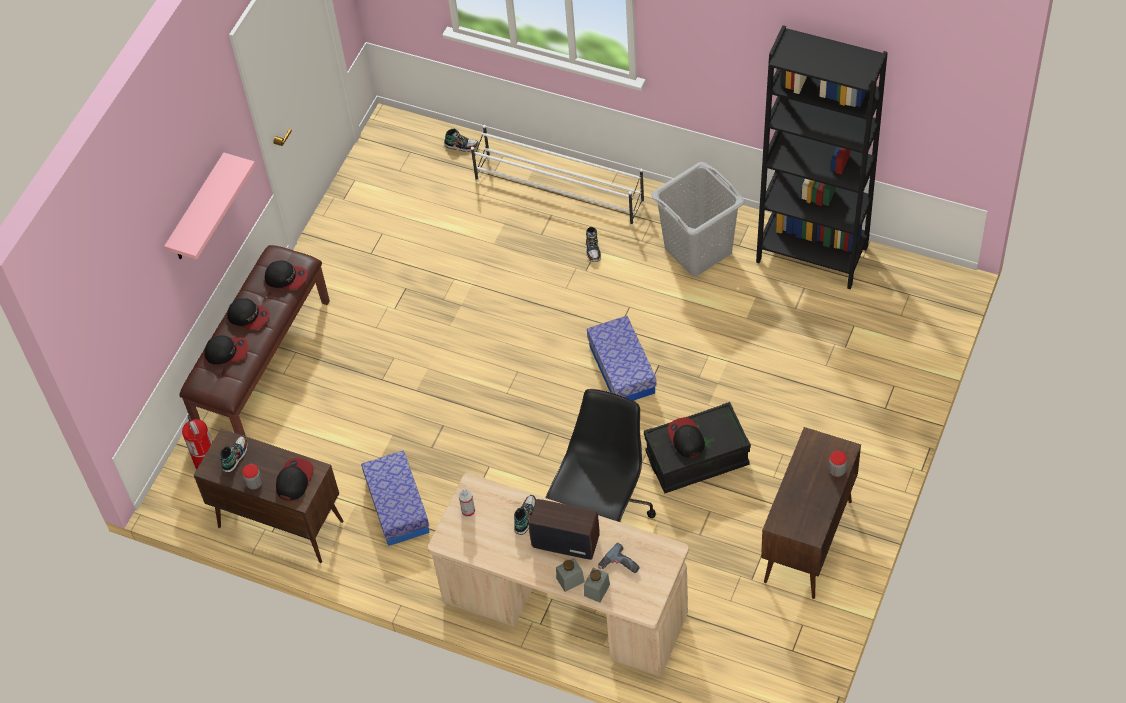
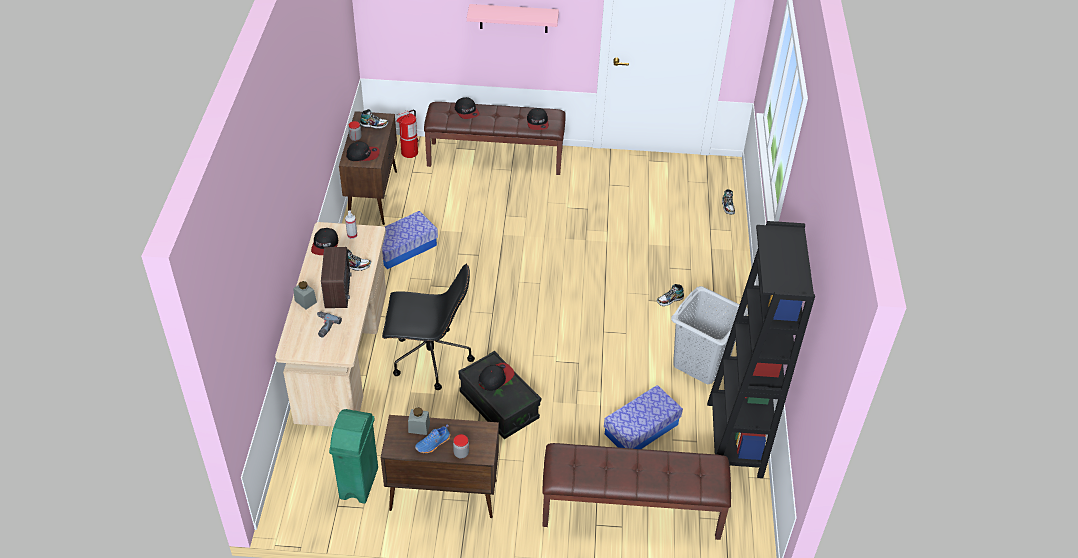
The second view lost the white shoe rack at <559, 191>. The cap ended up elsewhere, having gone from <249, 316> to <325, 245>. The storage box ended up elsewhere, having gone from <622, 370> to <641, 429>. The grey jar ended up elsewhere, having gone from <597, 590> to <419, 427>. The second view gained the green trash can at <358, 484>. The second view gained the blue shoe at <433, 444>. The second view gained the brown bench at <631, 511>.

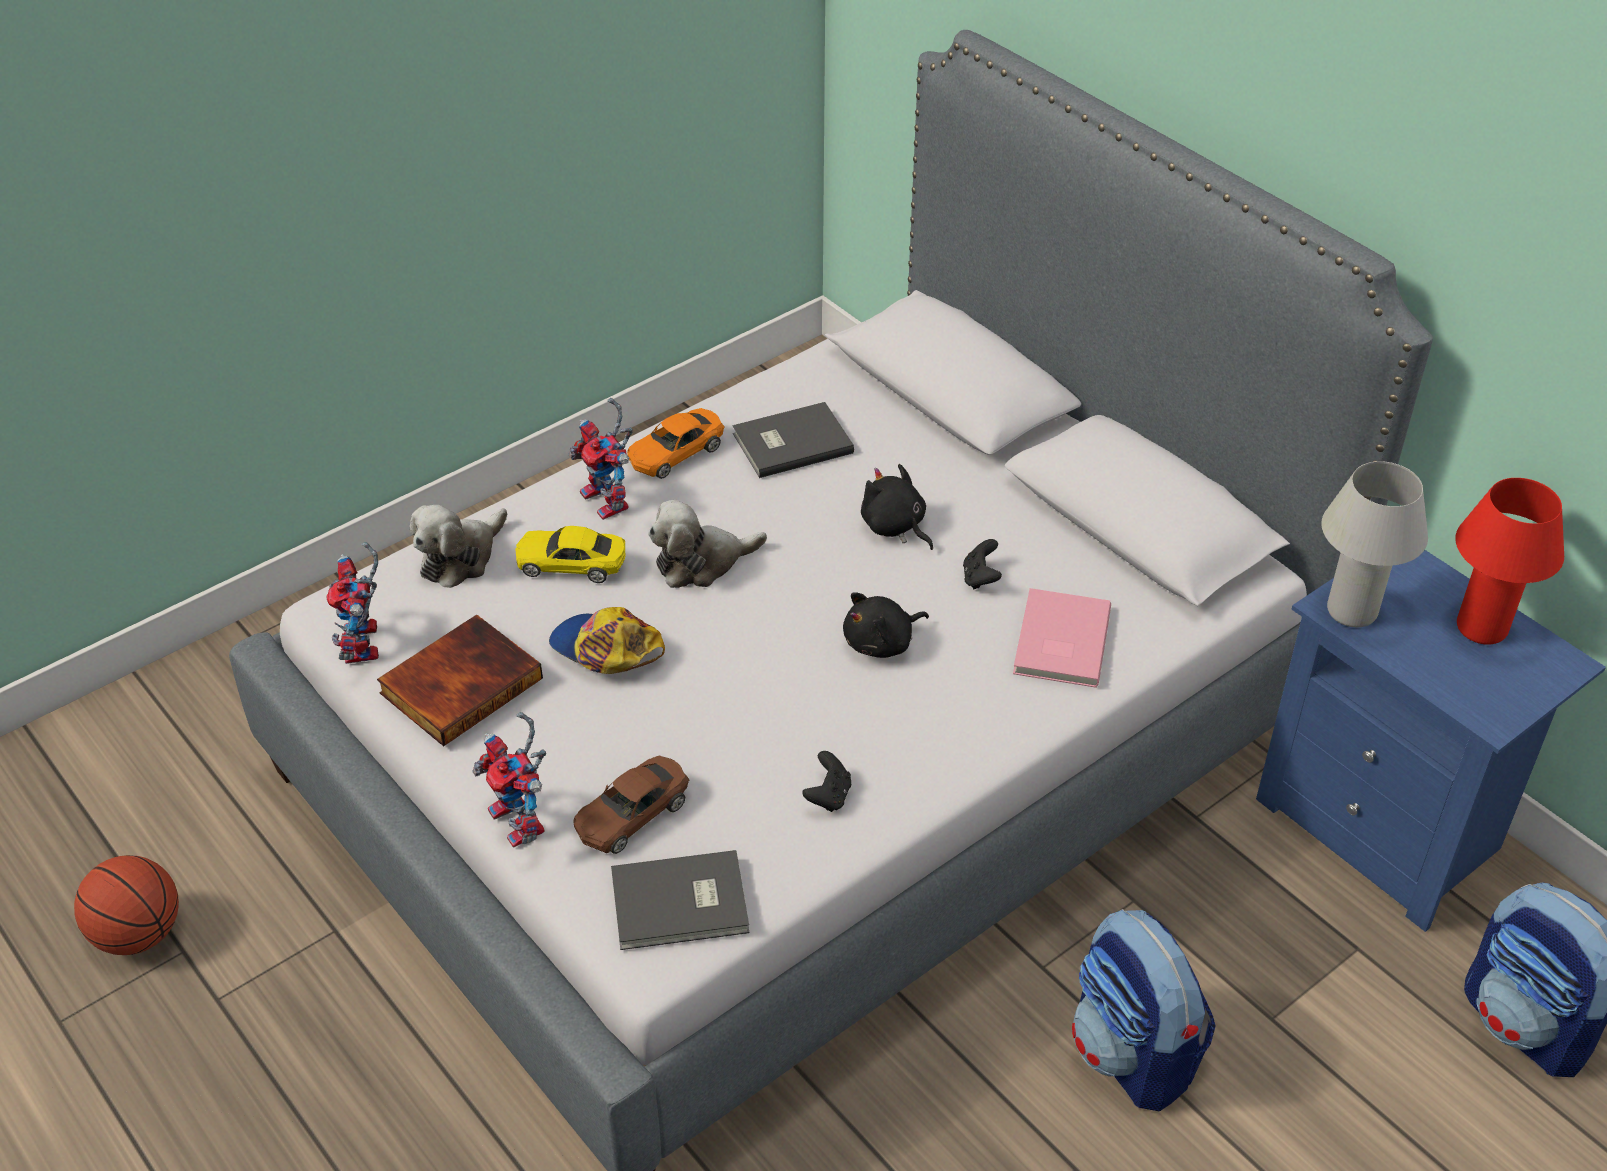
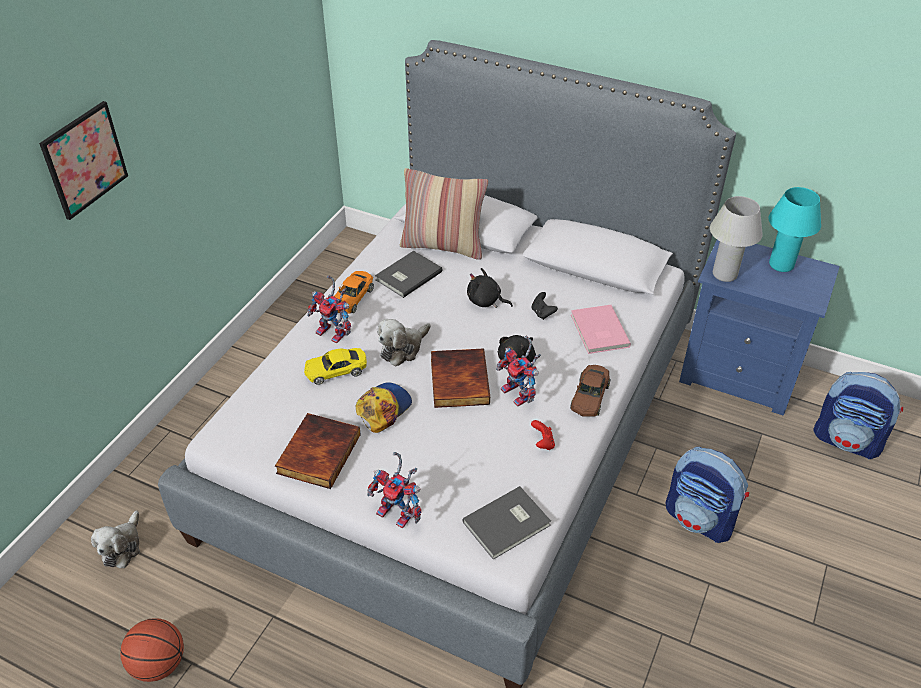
What was the red table lamp at <1481, 628> turned into the turquoise table lamp at <781, 265>. The plush toy ended up elsewhere, having gone from <460, 558> to <122, 546>. The toy robot ended up elsewhere, having gone from <366, 647> to <520, 395>. The cap at <605, 649> ended up facing another way, 120 degrees clockwise from before. What was the black game controller at <828, 796> turned into the red game controller at <542, 443>. The brown toy car ended up elsewhere, having gone from <632, 814> to <590, 396>. The second view gained the picture at <84, 160>. The second view gained the pillow at <443, 246>. The second view gained the book at <457, 381>.

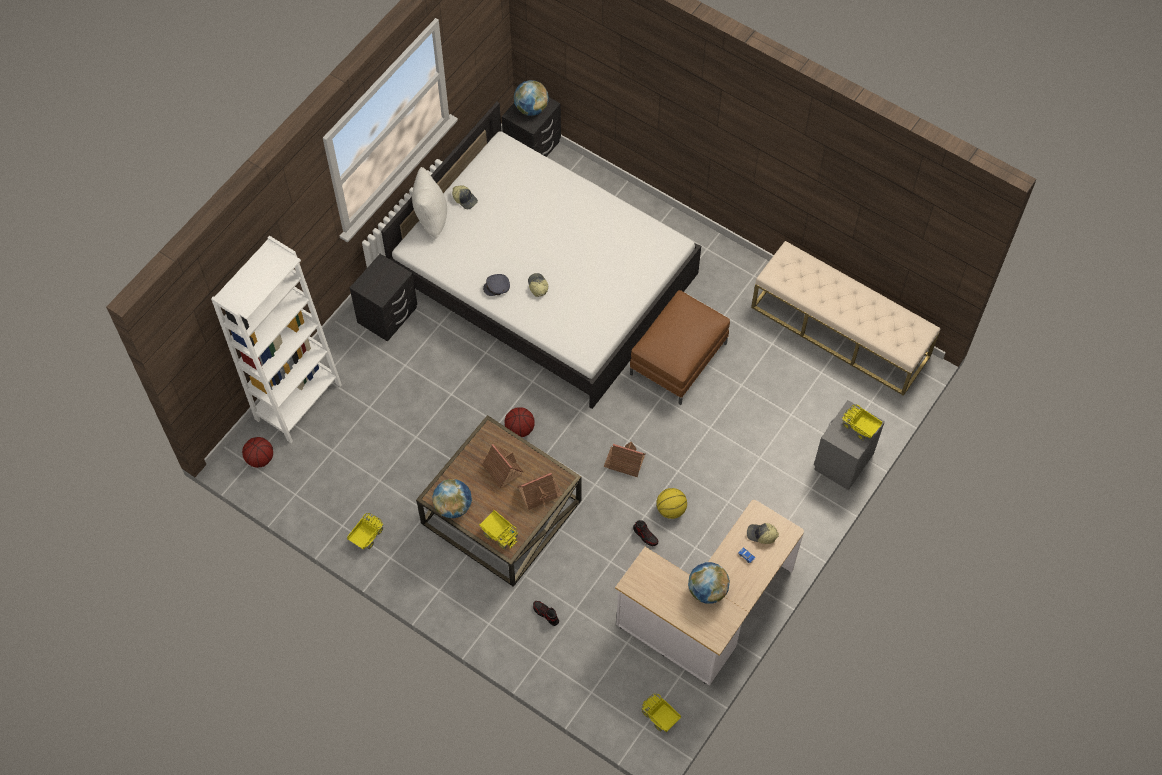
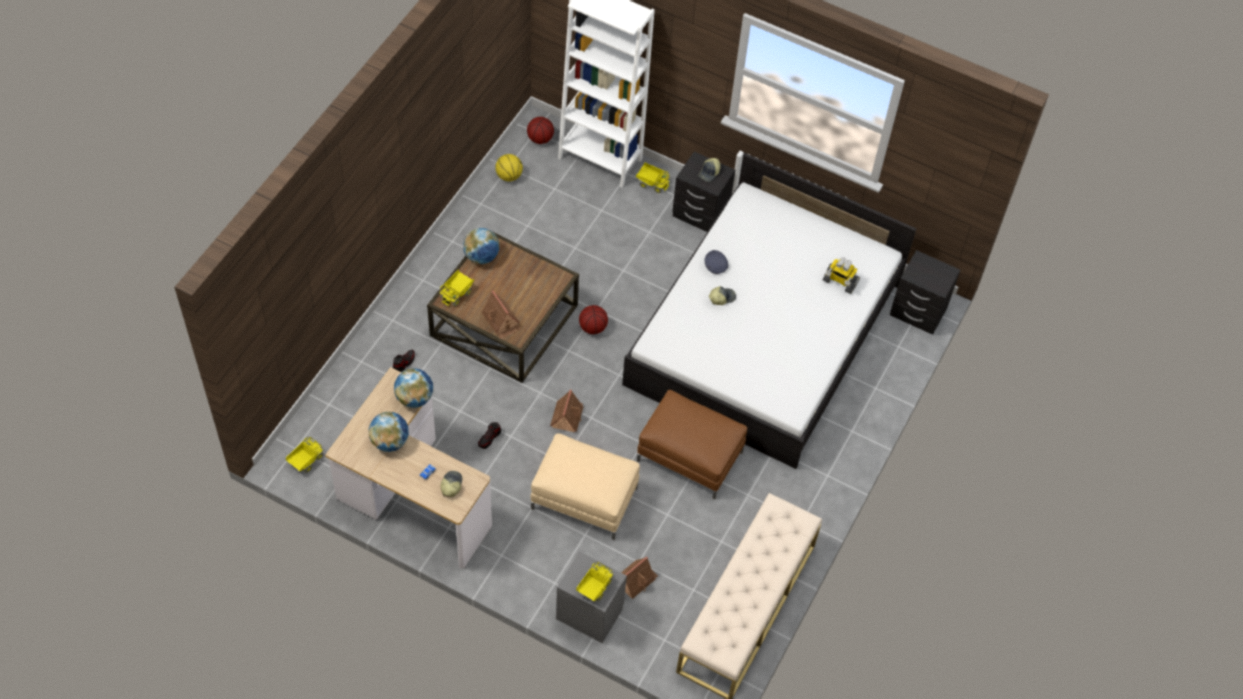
The globe ended up elsewhere, having gone from <531, 108> to <414, 398>. The second view lost the white pillow at <430, 219>. The cap ended up elsewhere, having gone from <465, 199> to <709, 173>. The toy house ended up elsewhere, having gone from <501, 468> to <635, 579>. The basketball ended up elsewhere, having gone from <670, 509> to <509, 176>. The toy truck ended up elsewhere, having gone from <366, 536> to <652, 183>. The second view gained the toy robot at <840, 282>. The second view gained the beige ottoman at <584, 498>.

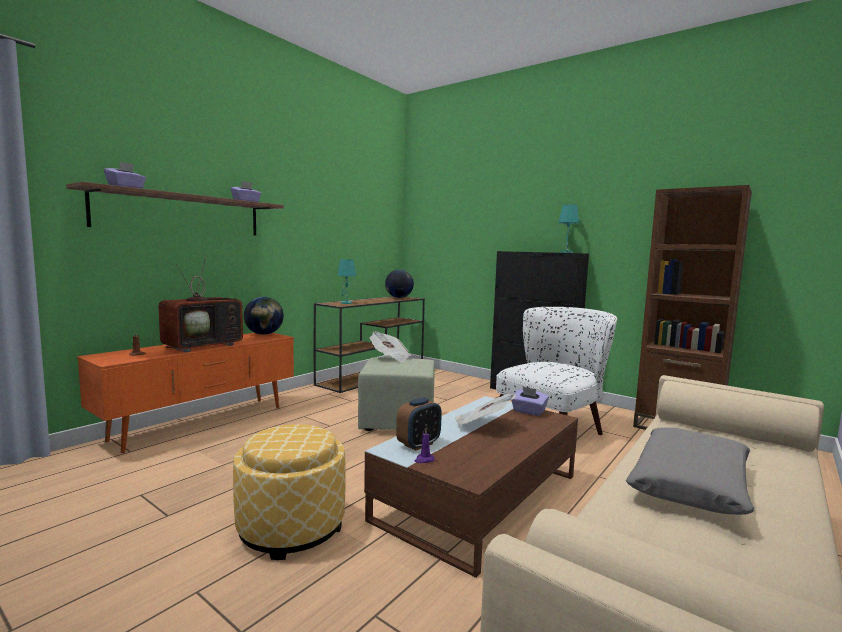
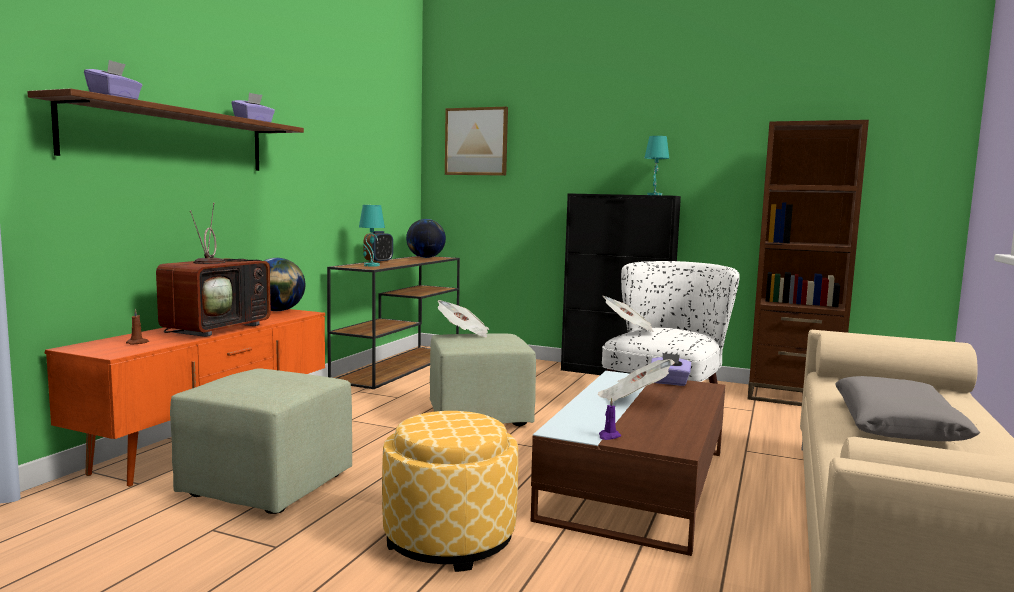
The alarm clock ended up elsewhere, having gone from <418, 444> to <378, 262>. The second view gained the picture at <476, 141>. The second view gained the newspaper at <628, 328>. The second view gained the green ottoman at <269, 486>.

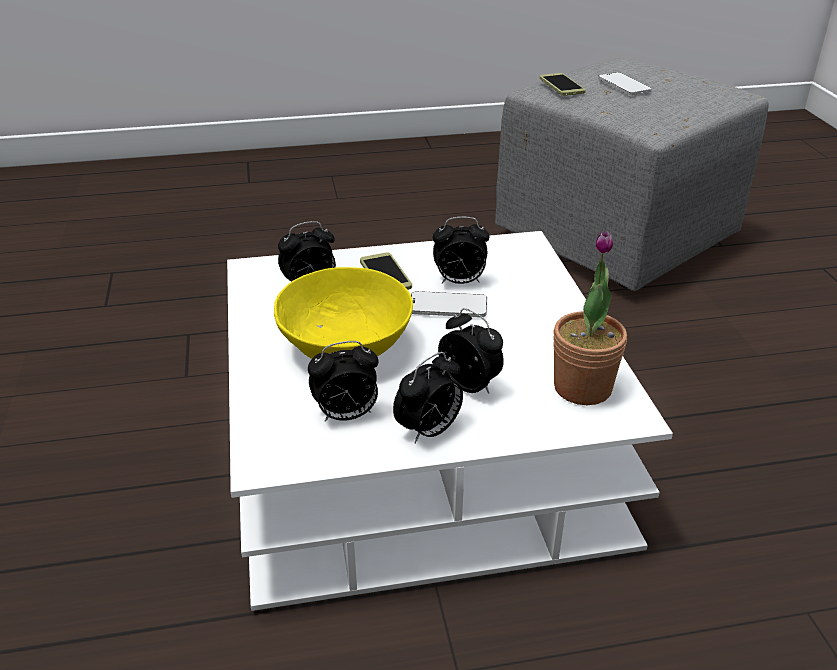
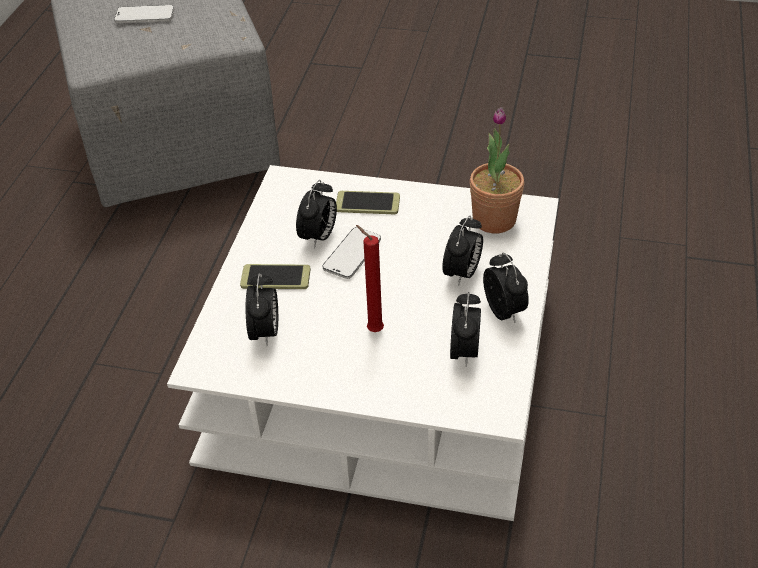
The phone ended up elsewhere, having gone from <561, 85> to <367, 203>. Where the yellow bowl stood at <347, 346>, the red candle came to stand at <373, 329>. The alarm clock at <471, 385> ended up facing another way, 135 degrees clockwise from before.

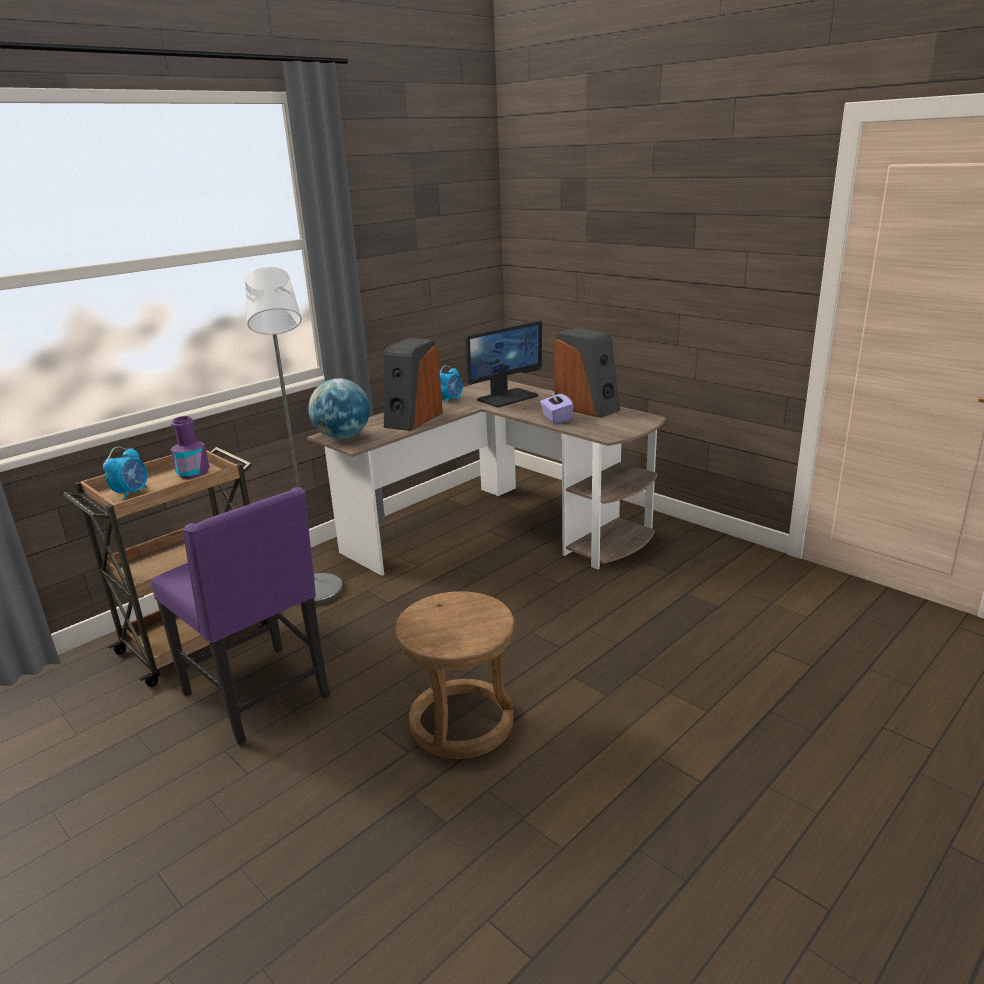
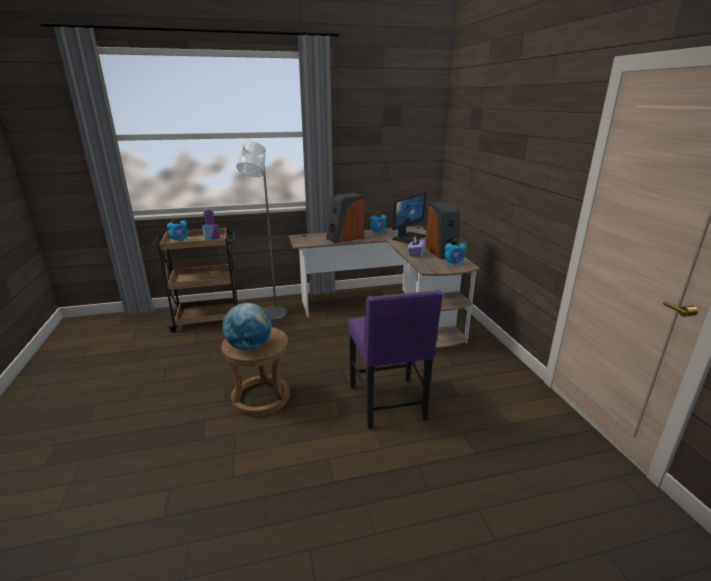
The monitor at <507, 397> ended up facing another way, 45 degrees counterclockwise from before. The globe ended up elsewhere, having gone from <343, 437> to <249, 346>. The purple chair ended up elsewhere, having gone from <260, 695> to <389, 403>. The second view gained the alarm clock at <454, 264>.

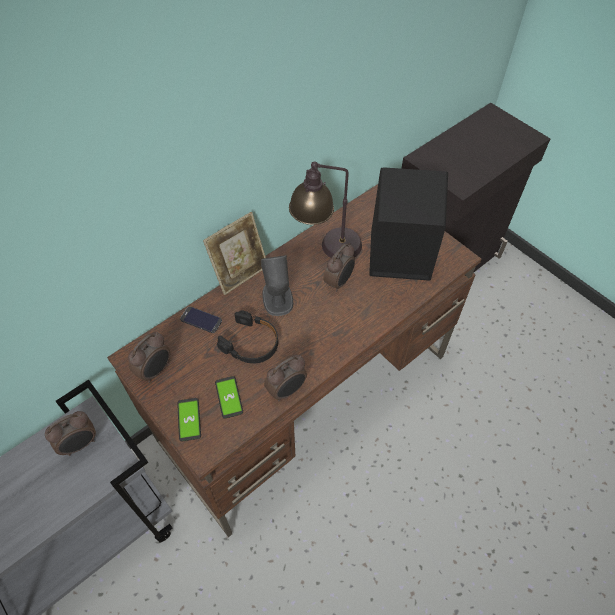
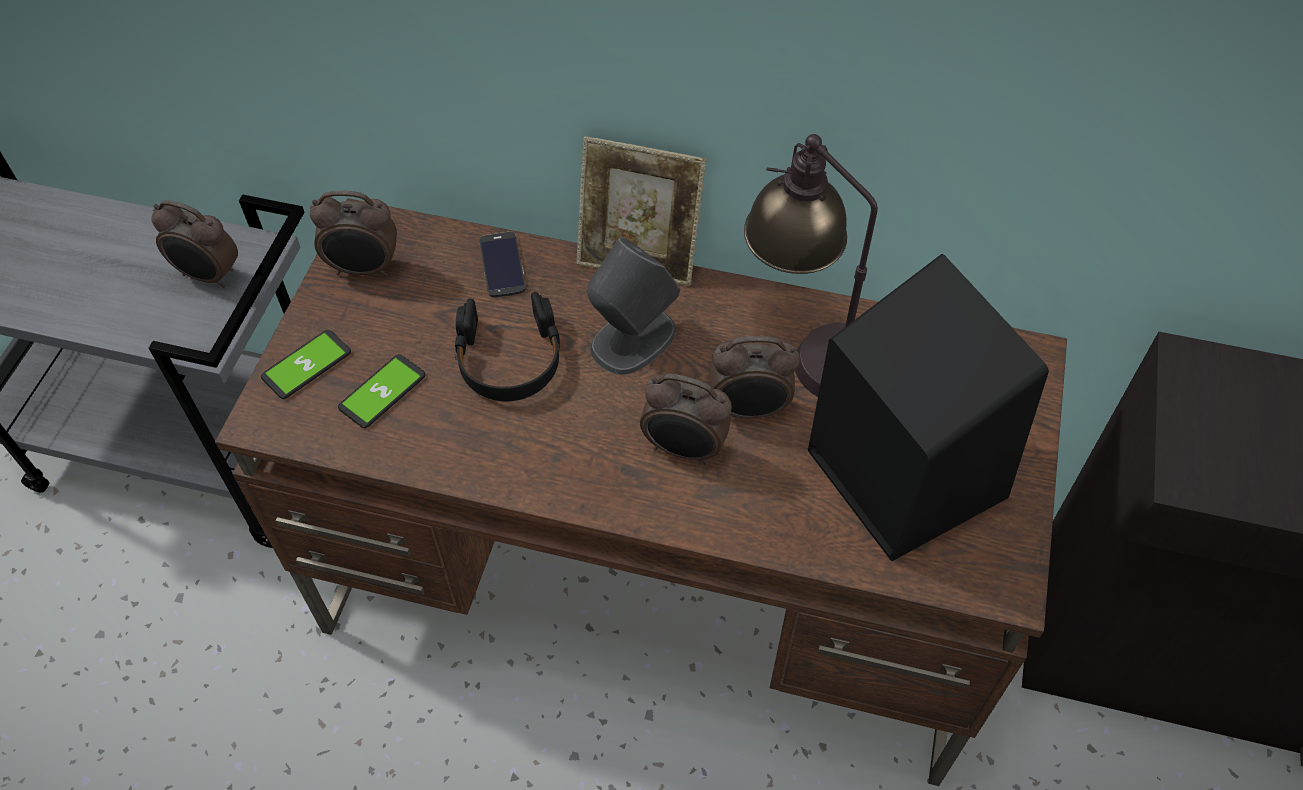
The alarm clock ended up elsewhere, having gone from <287, 390> to <684, 449>.

